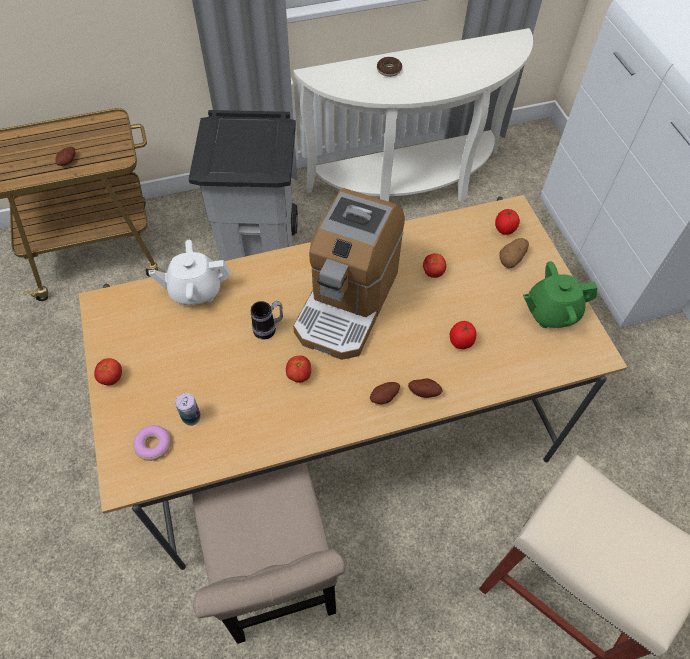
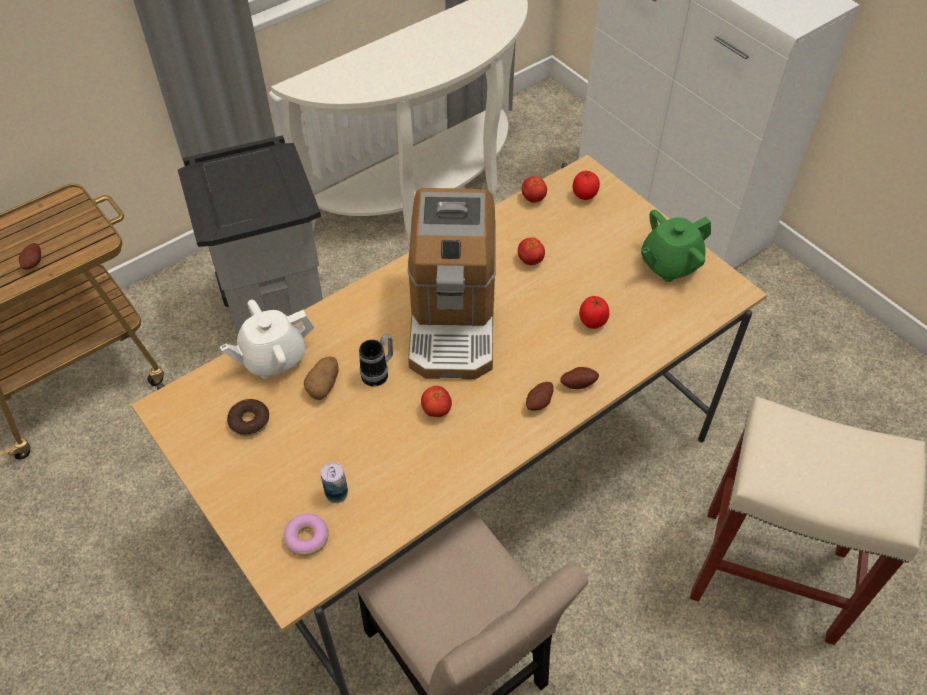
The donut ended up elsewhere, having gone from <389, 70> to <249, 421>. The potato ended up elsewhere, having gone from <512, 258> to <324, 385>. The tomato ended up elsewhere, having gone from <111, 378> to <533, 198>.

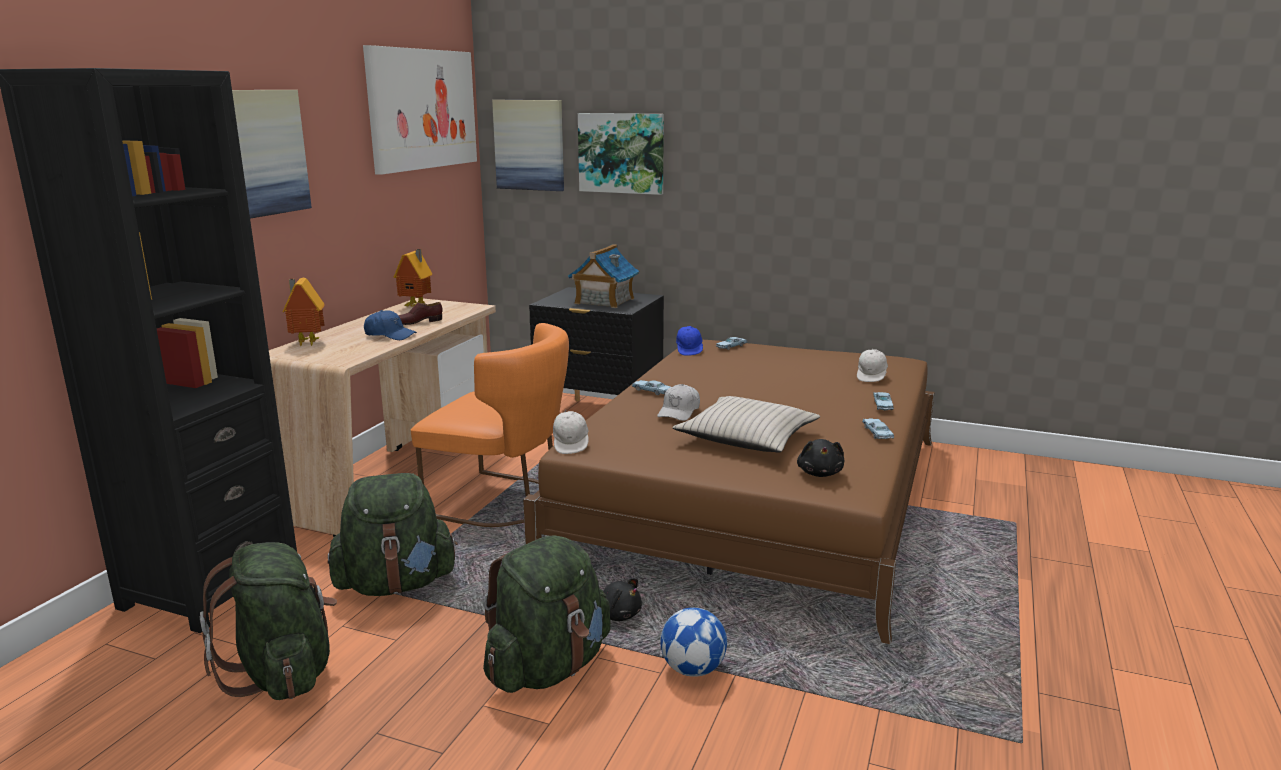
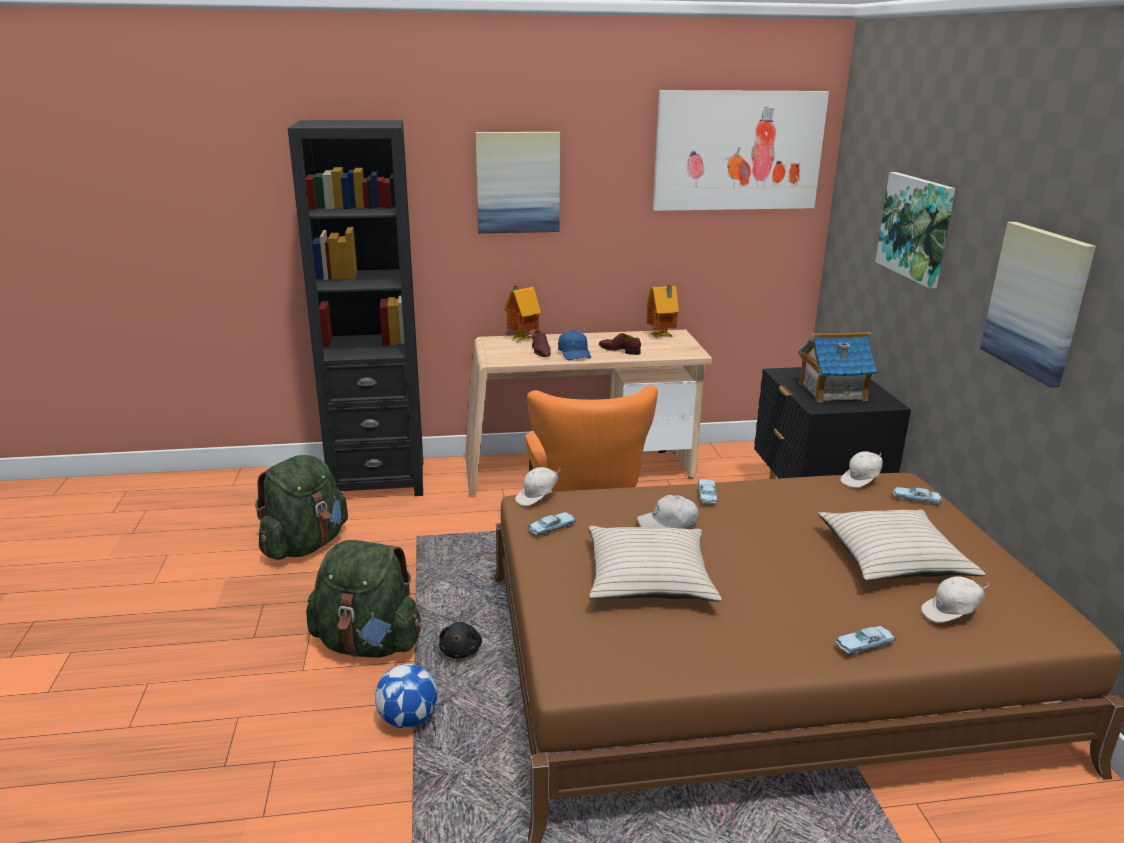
The picture ended up elsewhere, having gone from <529, 145> to <1037, 301>. What was the blue cap at <689, 350> turned into the white cap at <862, 481>. The blue toy car ended up elsewhere, having gone from <877, 433> to <552, 528>. The second view lost the black plush toy at <820, 473>. The second view lost the green backpack at <396, 584>. The second view gained the brown shoe at <540, 351>. The second view gained the beige pillow at <893, 558>.

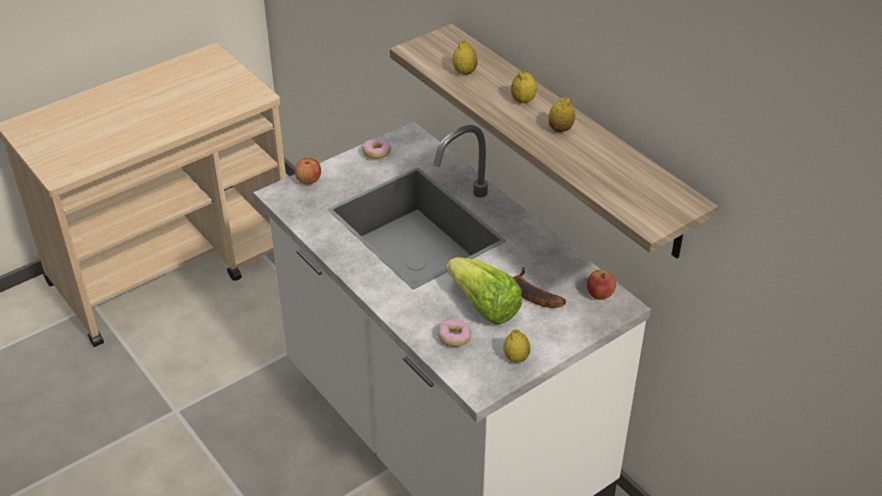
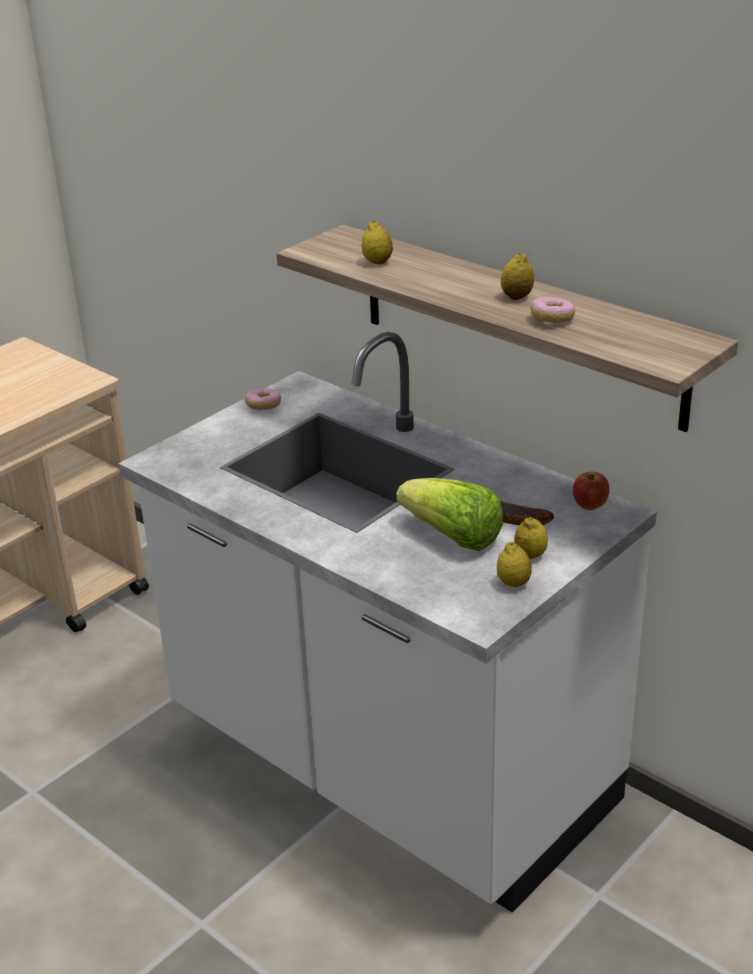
The lemon ended up elsewhere, having gone from <523, 100> to <530, 555>. The second view lost the apple at <308, 181>. The donut ended up elsewhere, having gone from <454, 338> to <552, 319>.

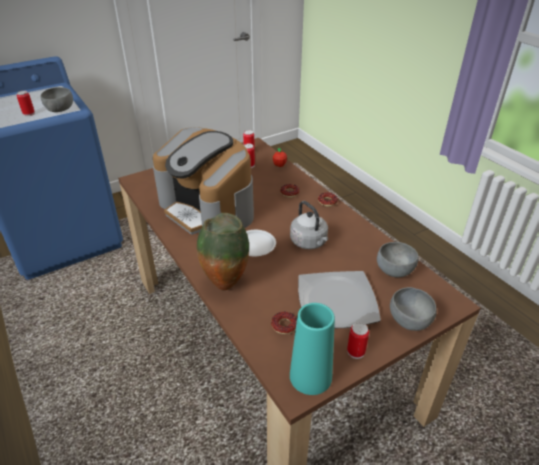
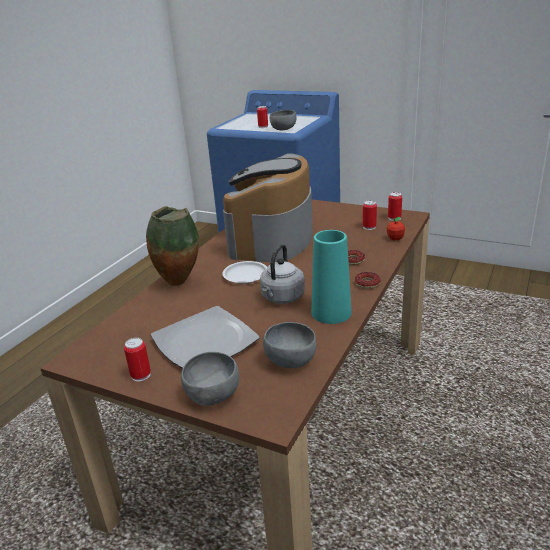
The turquoise vase ended up elsewhere, having gone from <310, 376> to <331, 313>. The second view lost the donut at <284, 325>.

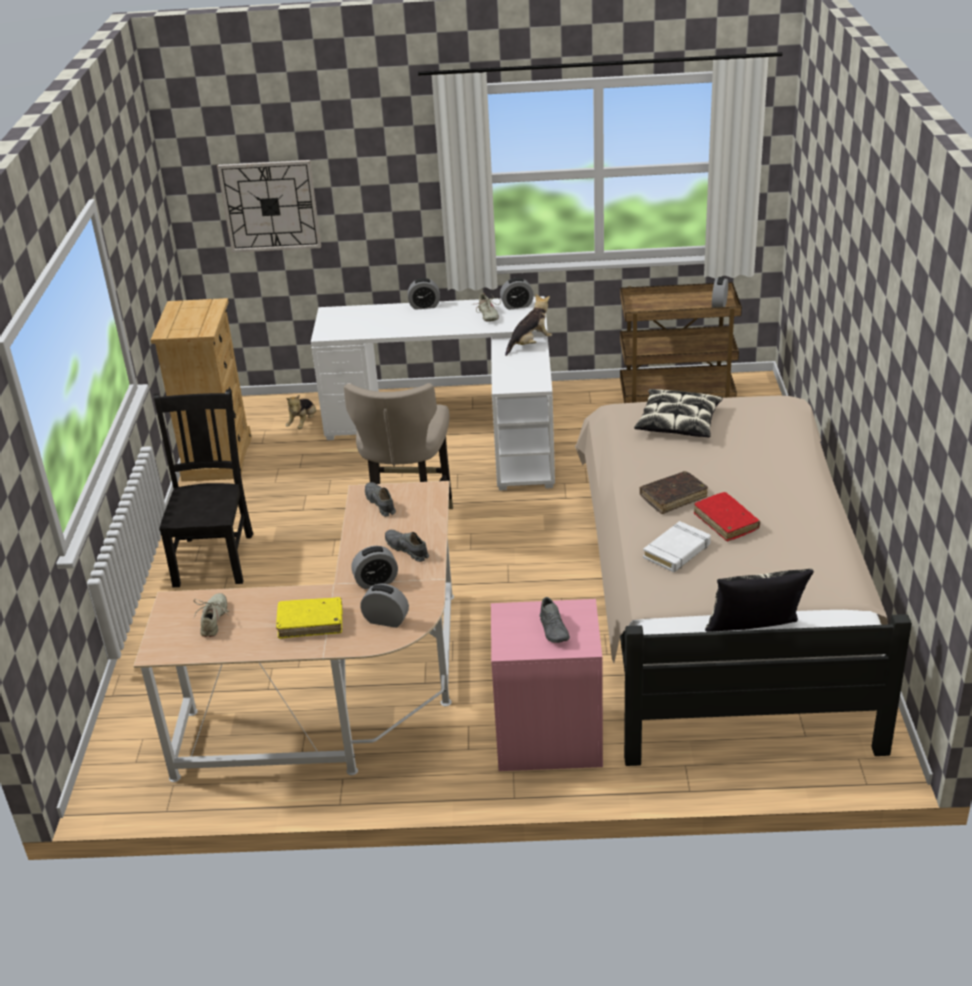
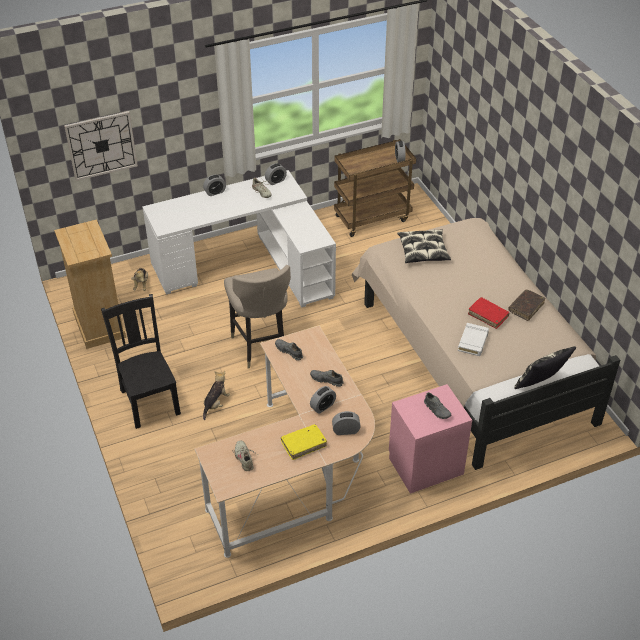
The plush toy ended up elsewhere, having gone from <530, 344> to <216, 404>. The brown book ended up elsewhere, having gone from <673, 497> to <526, 307>.

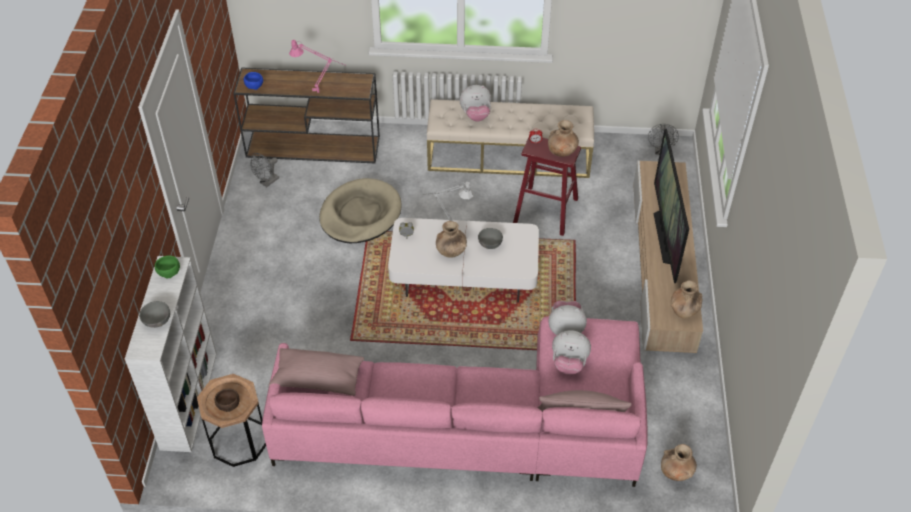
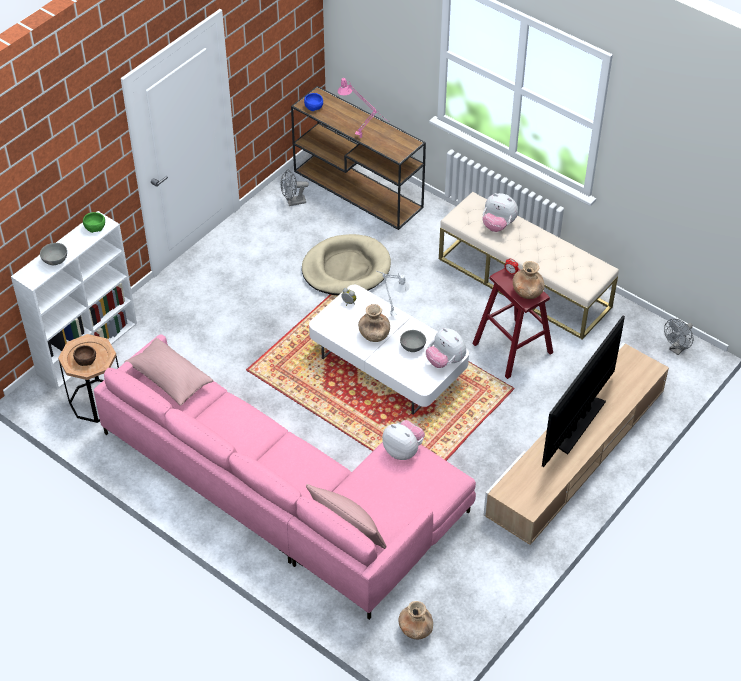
The second view lost the brown vase at <684, 310>. The plush toy ended up elsewhere, having gone from <569, 363> to <445, 361>.

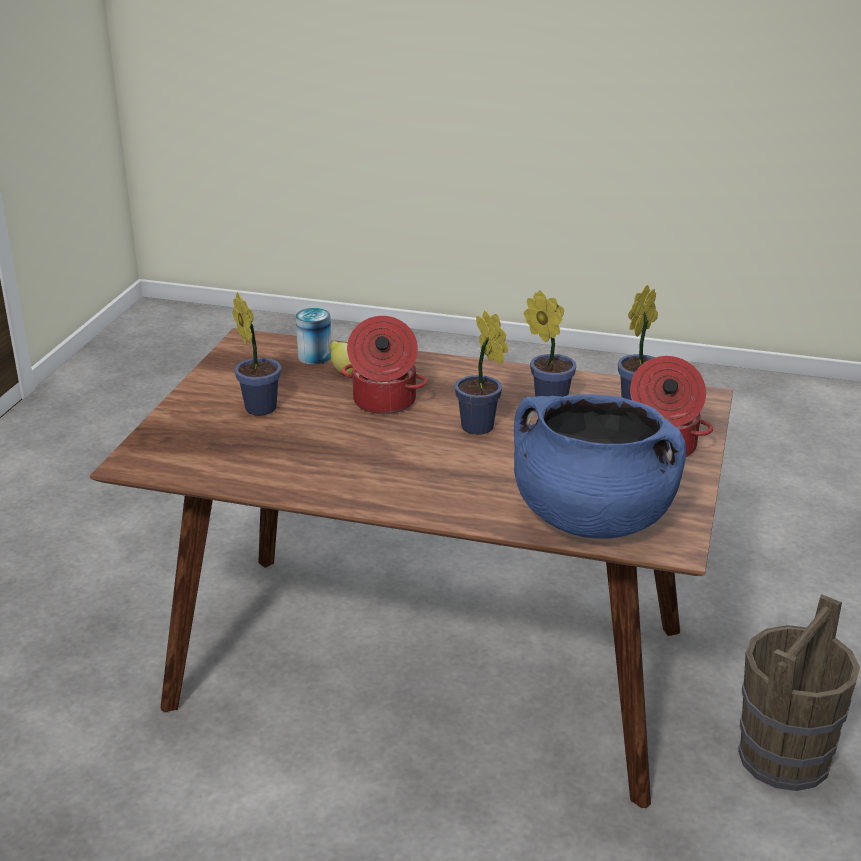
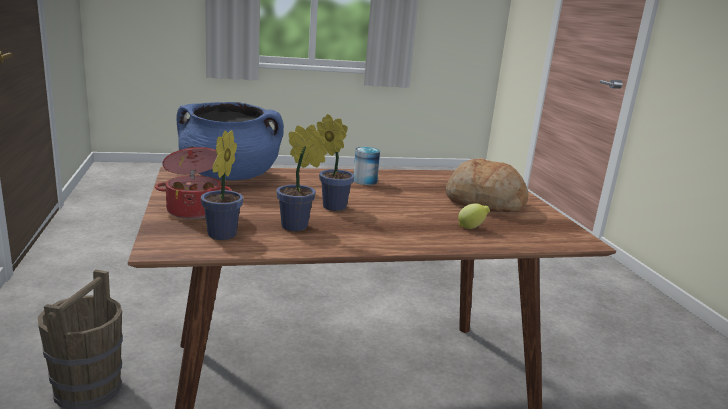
Where the potted plant stood at <259, 406>, the bread came to stand at <483, 202>. The can ended up elsewhere, having gone from <315, 356> to <365, 181>. The second view lost the cooking pot at <383, 402>.

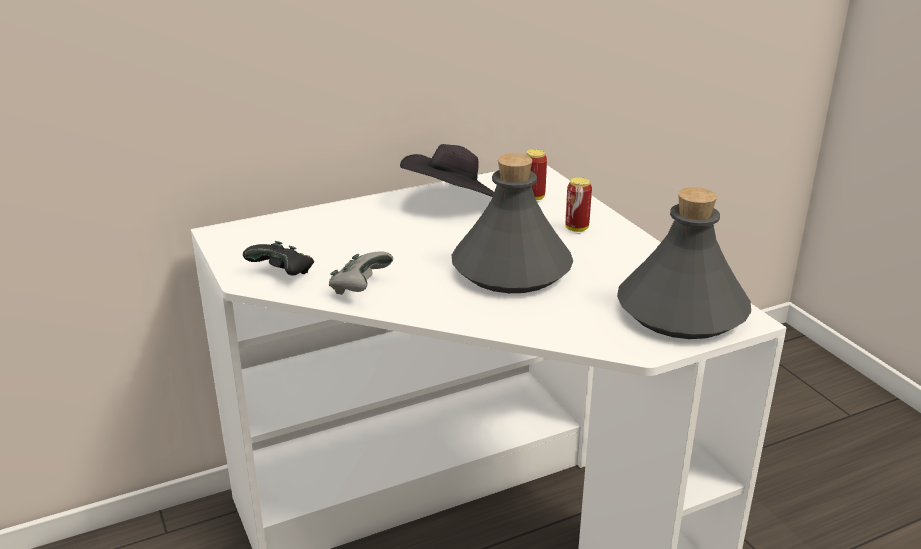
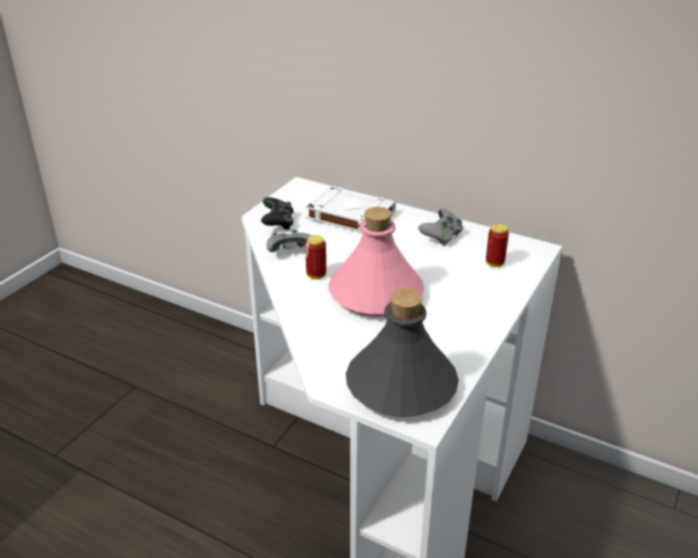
Where the black hat stood at <453, 202>, the grey game controller came to stand at <441, 237>. What was the grey bottle at <512, 270> turned into the pink bottle at <375, 295>. The can ended up elsewhere, having gone from <576, 228> to <316, 275>. The second view gained the white book at <349, 215>.

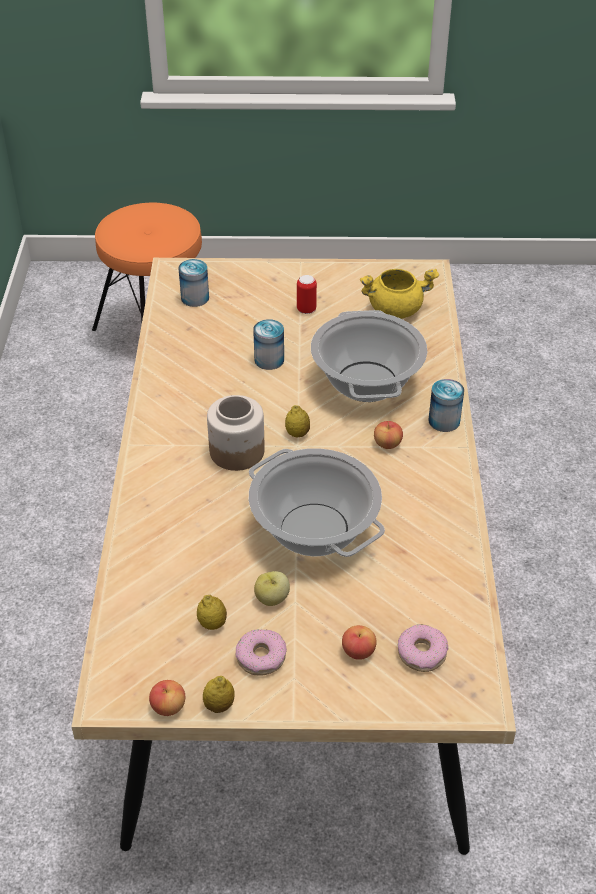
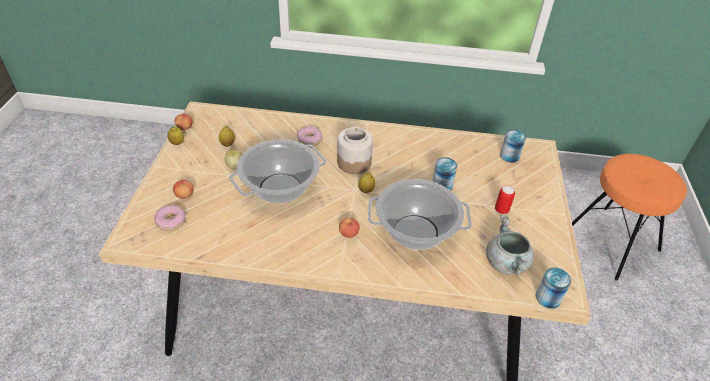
What was the yellow cooking pot at <395, 309> turned into the grey cooking pot at <507, 263>. The can ended up elsewhere, having gone from <444, 421> to <548, 298>. The donut ended up elsewhere, having gone from <261, 657> to <309, 139>.

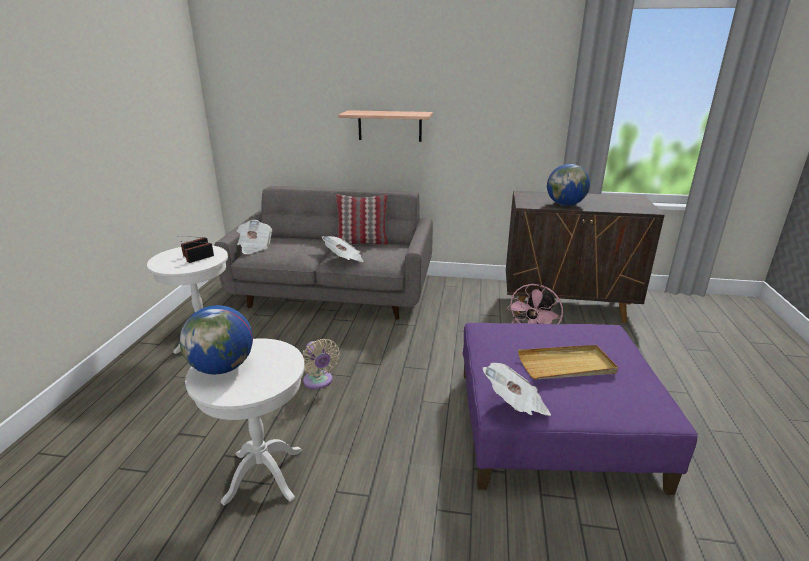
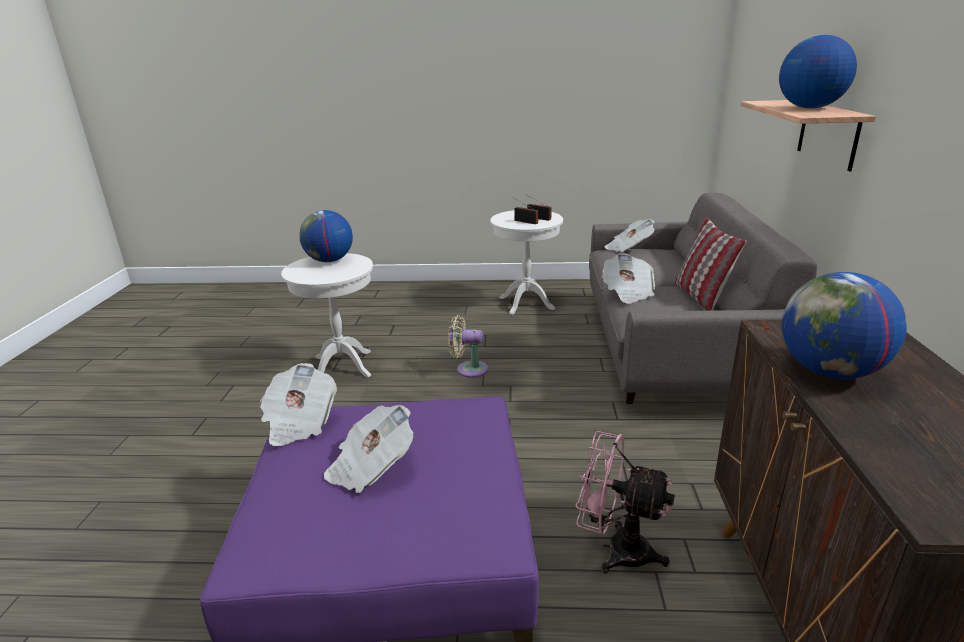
The beige fan at <319, 382> ended up facing another way, 45 degrees clockwise from before. Where the beige tray stood at <566, 365>, the newspaper came to stand at <371, 467>. The second view gained the globe at <809, 108>.

